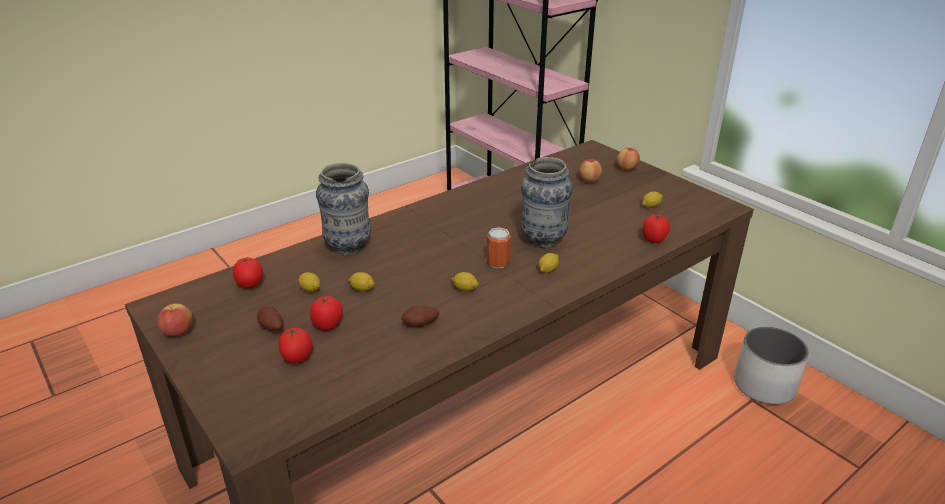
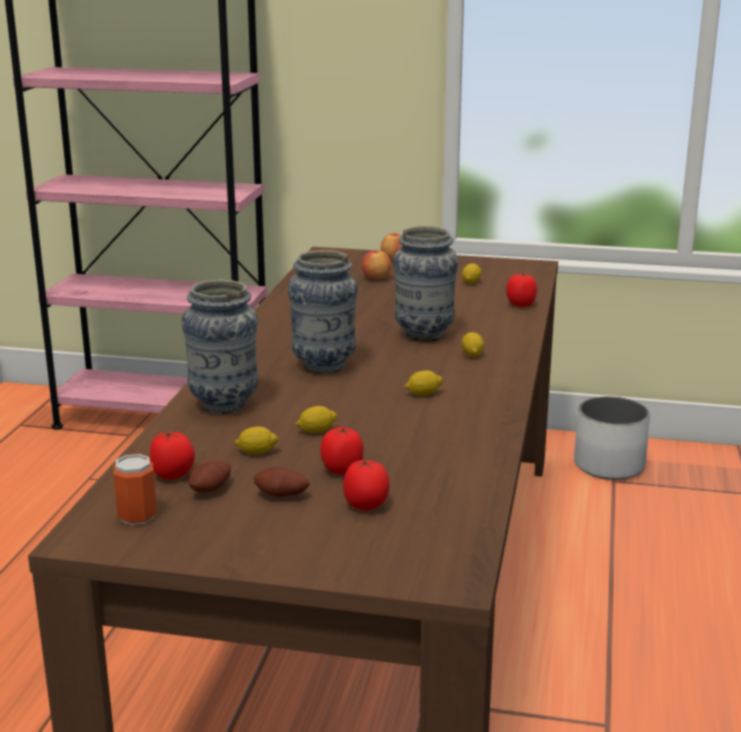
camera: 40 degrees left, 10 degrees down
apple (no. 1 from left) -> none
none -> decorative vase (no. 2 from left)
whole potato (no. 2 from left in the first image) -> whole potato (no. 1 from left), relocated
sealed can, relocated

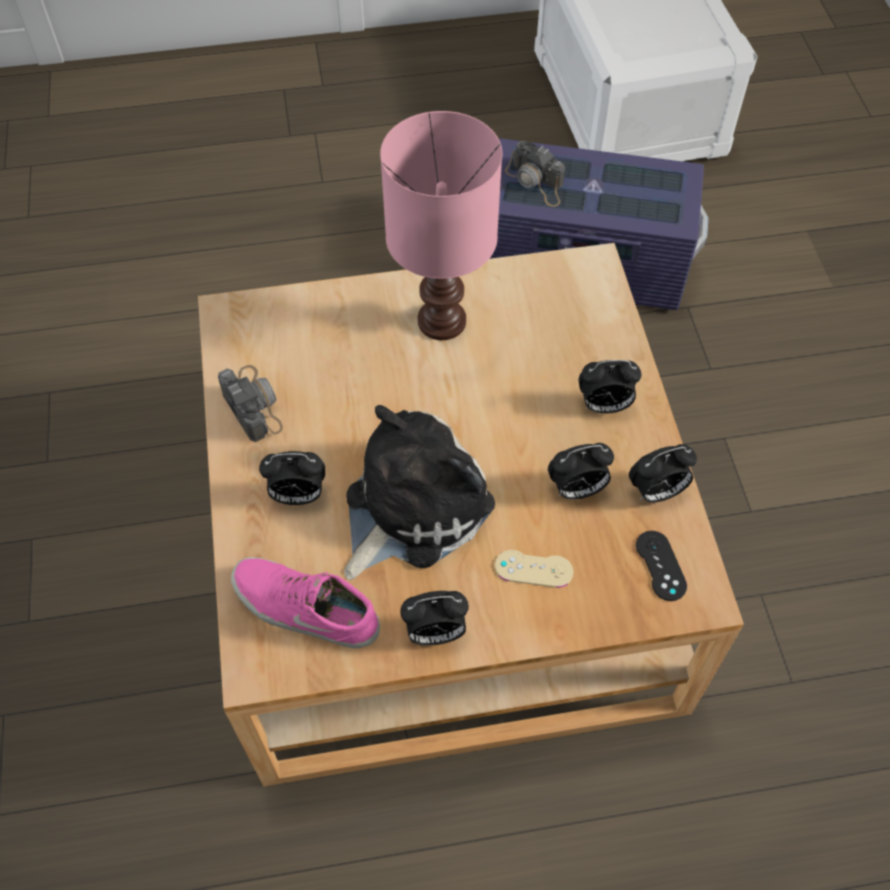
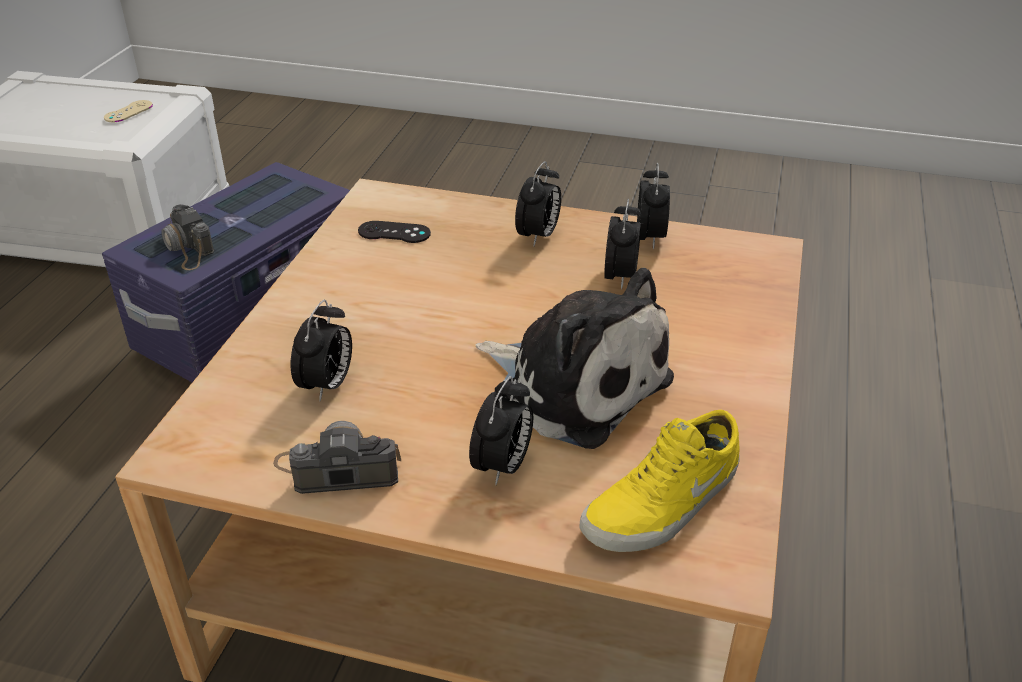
camera: 65 degrees left, 20 degrees down
pink table lamp -> none
table clock (no. 2 from left in the first image) -> table clock (no. 1 from left), relocated
beige joypad, relocated
blackish joypad, relocated
pink item of footwear -> yellow-coloured item of footwear
plush toy, 150 degrees clockwise
photo camera (no. 2 from left in the first image) -> photo camera (no. 1 from left), 75 degrees clockwise

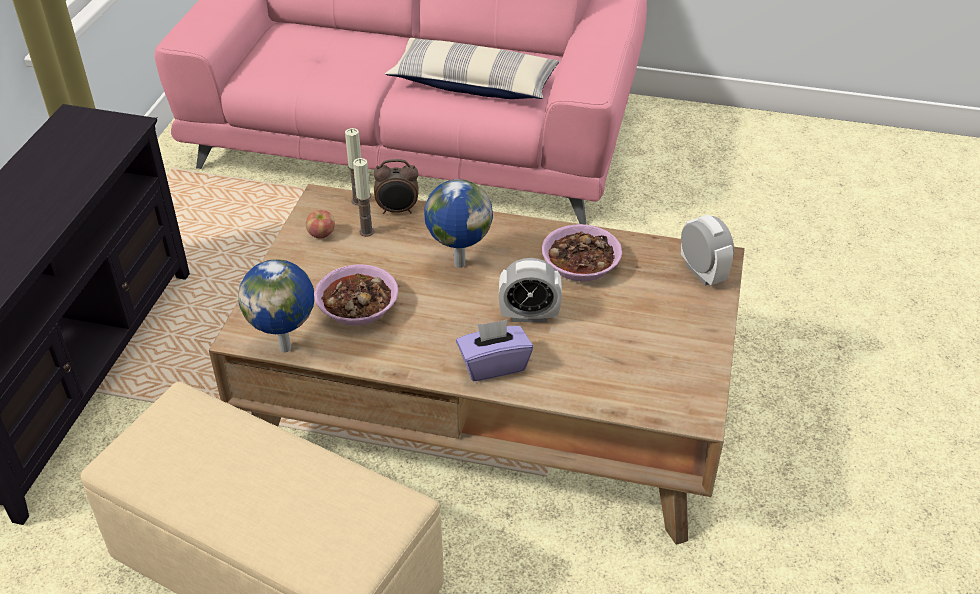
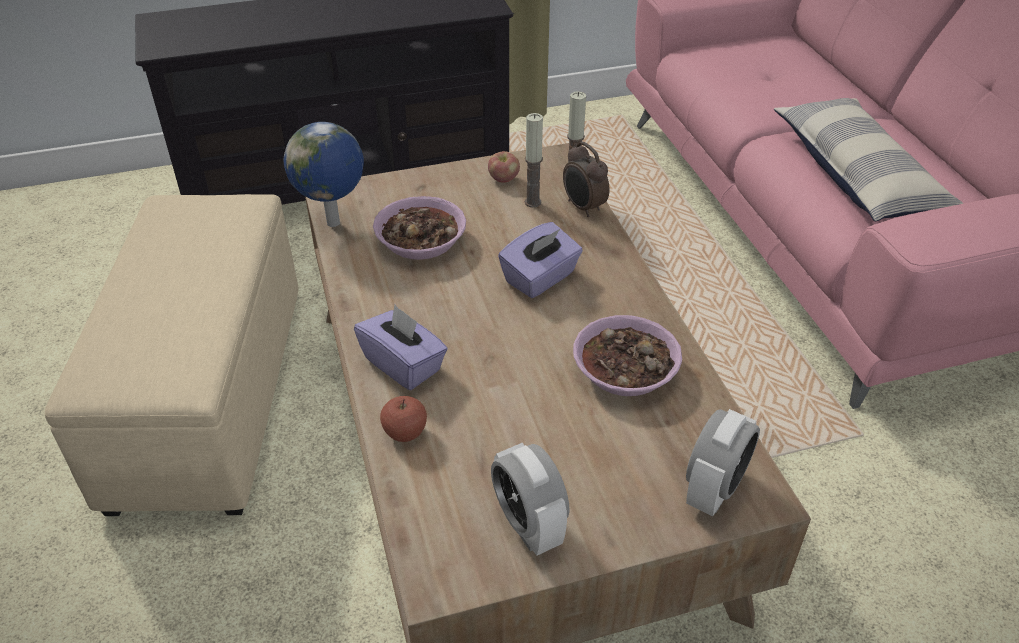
camera: 60 degrees right, 0 degrees up
none -> apple (no. 1 from left)
table clock (no. 2 from left in the first image) -> table clock (no. 1 from left), relocated
desk globe (no. 2 from left) -> purplish tissue holder (no. 2 from left)

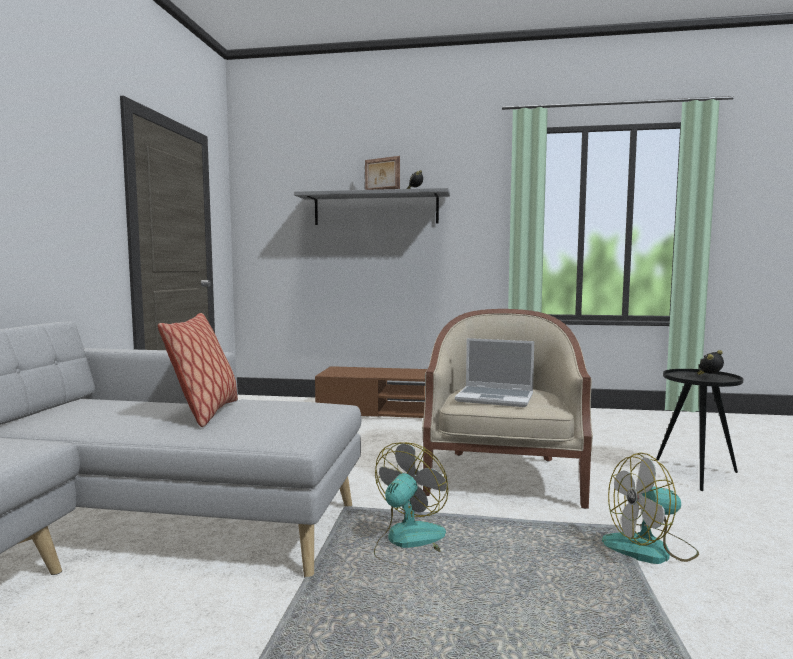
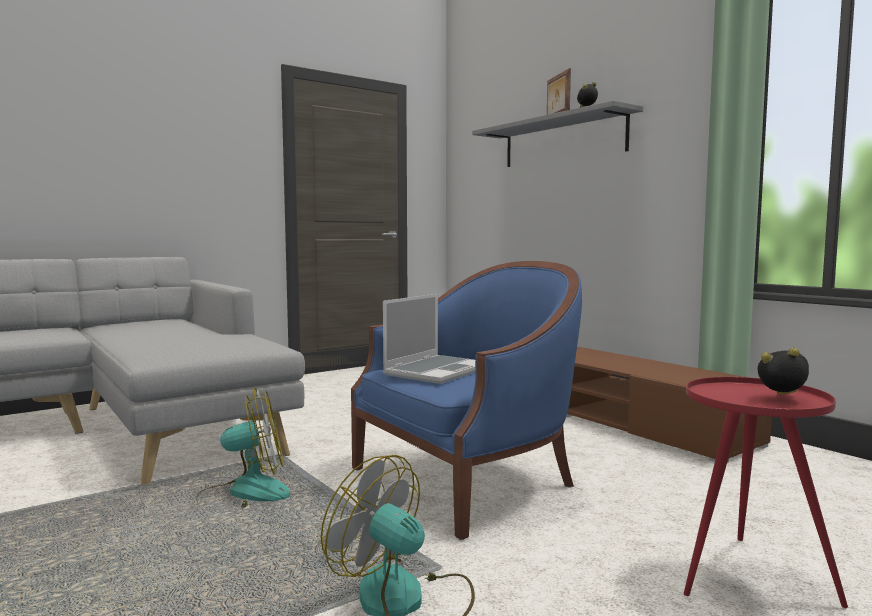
camera: 45 degrees right, 0 degrees up
throw pillow -> none
beige easy chair -> bluish easy chair
blackish side table -> reddish side table
notebook computer, 120 degrees counterclockwise

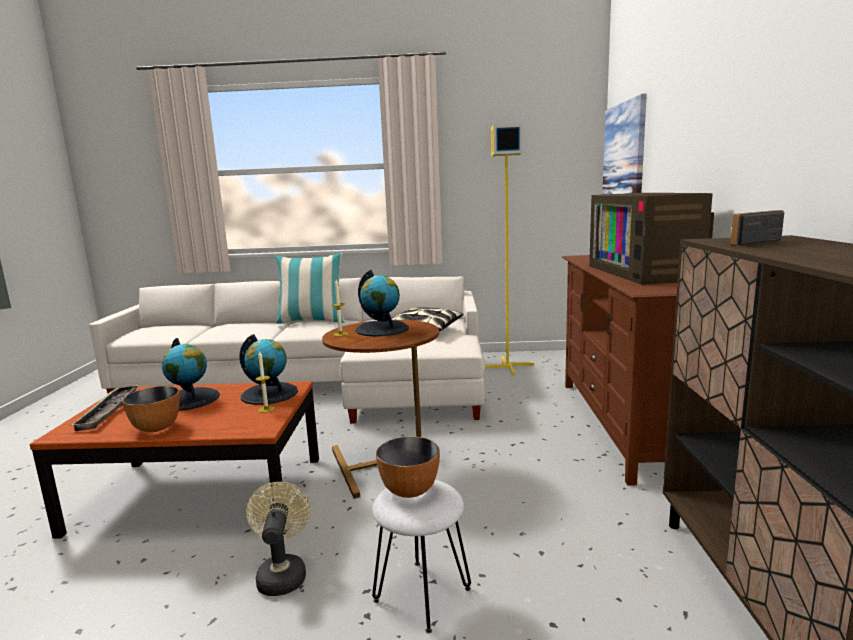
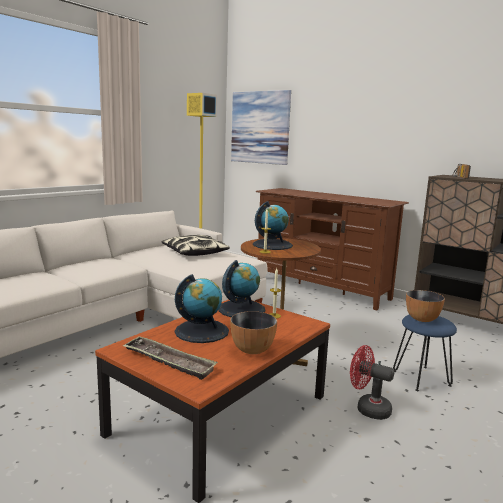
camera: 55 degrees left, 0 degrees up
throw pillow (no. 1 from left) -> none
TV -> none
beige electric fan -> reddish electric fan
white-coloured stool seat -> bluish stool seat

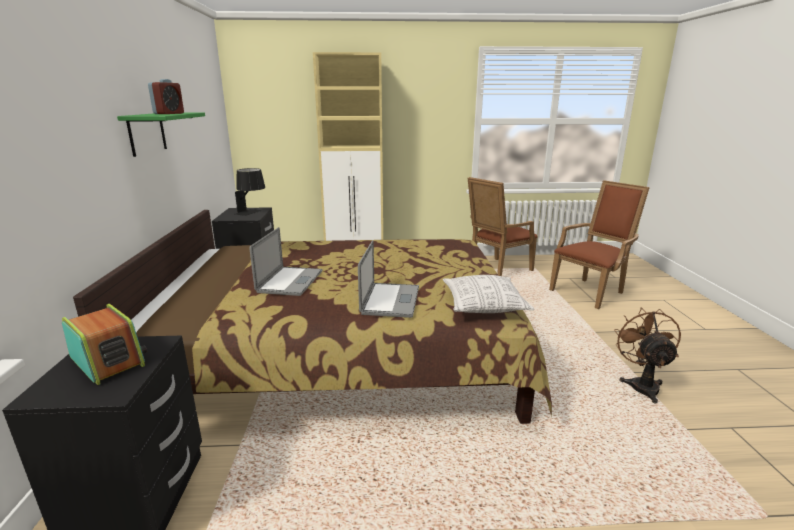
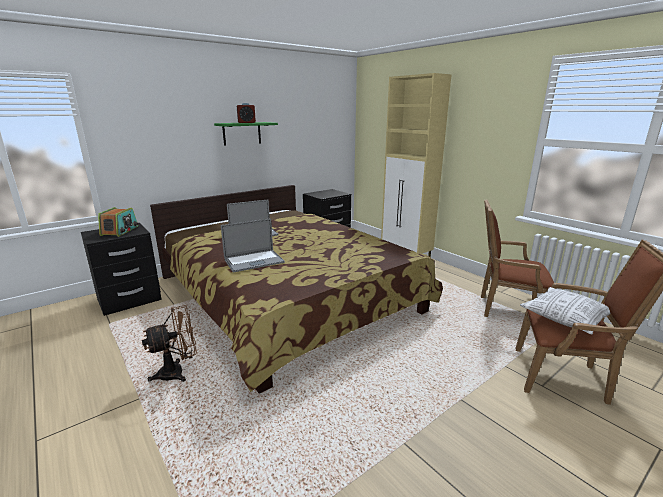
camera: 55 degrees right, 0 degrees up
blackish table lamp -> none
throw pillow, relocated
brown-coloured electric fan, relocated

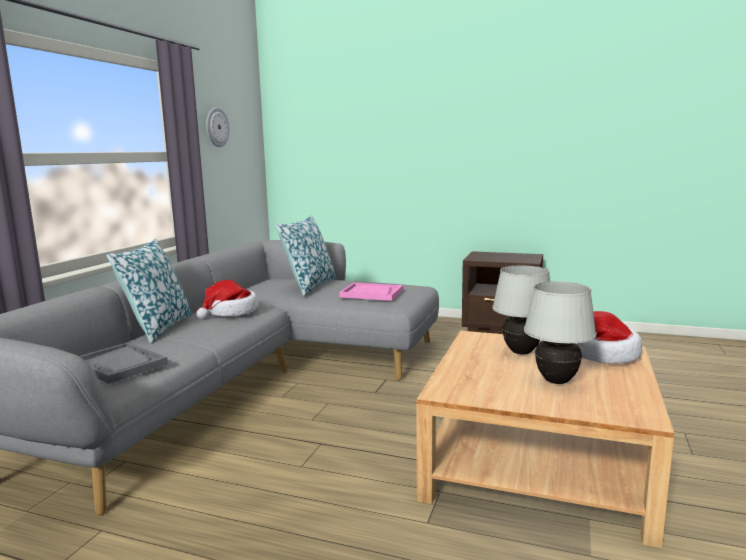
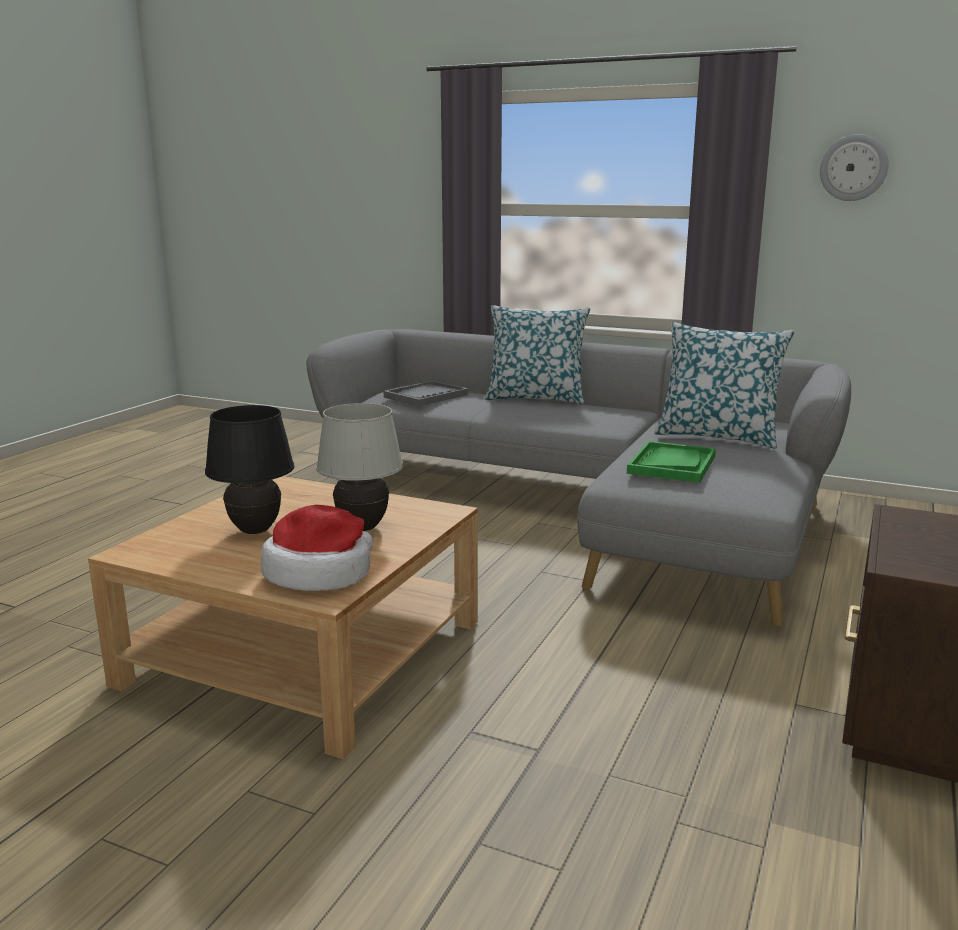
camera: 95 degrees right, 5 degrees up
clothing hat (no. 1 from left) -> none
pink tray -> greenish tray
white-coloured table lamp (no. 2 from left) -> blackish table lamp

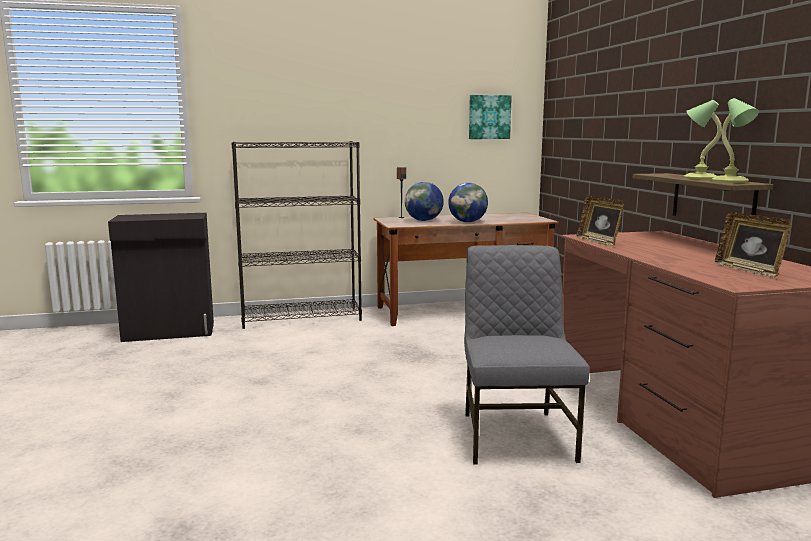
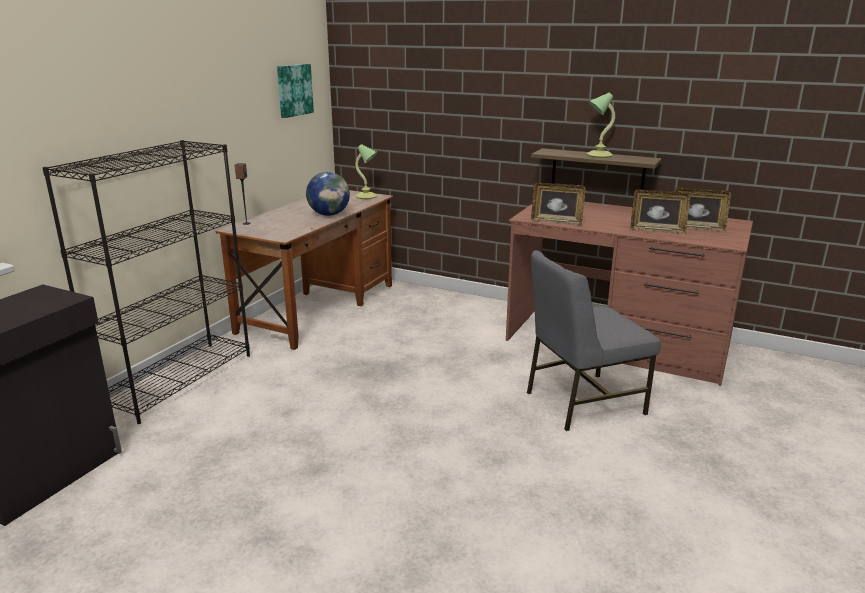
camera: 50 degrees left, 10 degrees up
desk globe (no. 1 from left) -> none
none -> photo frame (no. 2 from left)
table lamp (no. 2 from left in the first image) -> table lamp (no. 1 from left), relocated
gray upright chair, 60 degrees counterclockwise

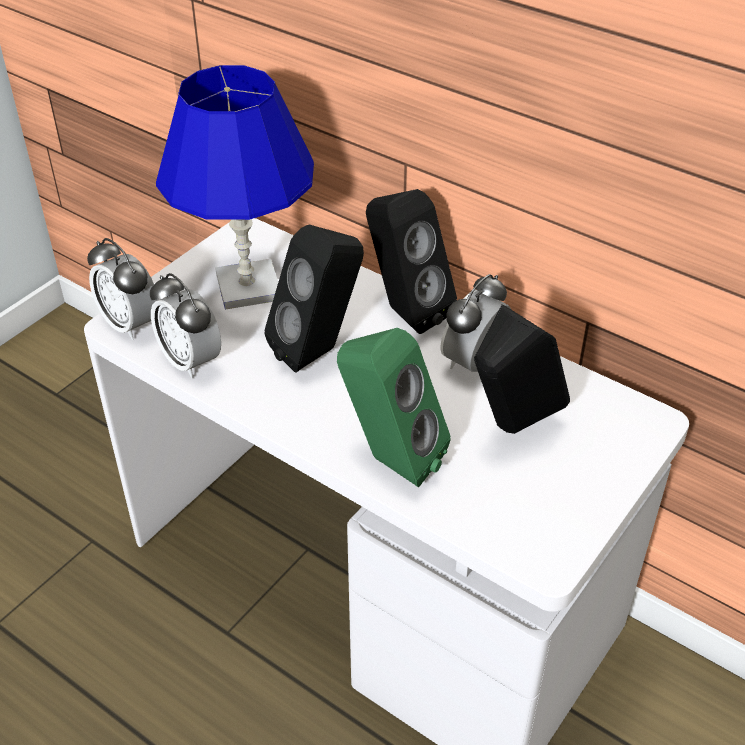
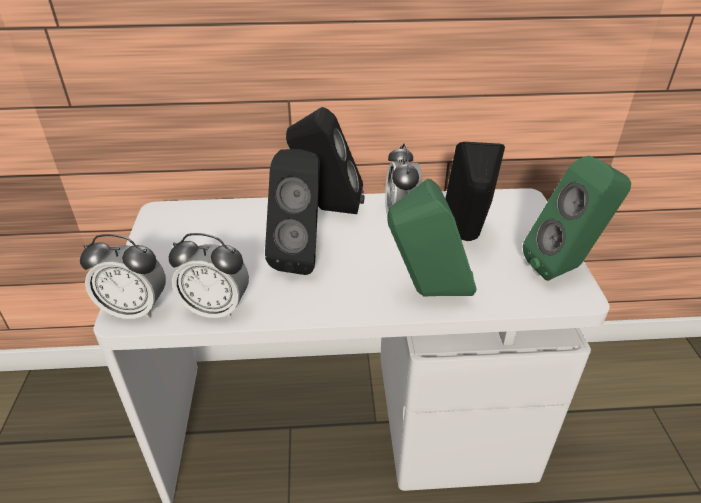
camera: 40 degrees left, 5 degrees down
bluish table lamp -> none
none -> greenish audio speaker (no. 2 from left)

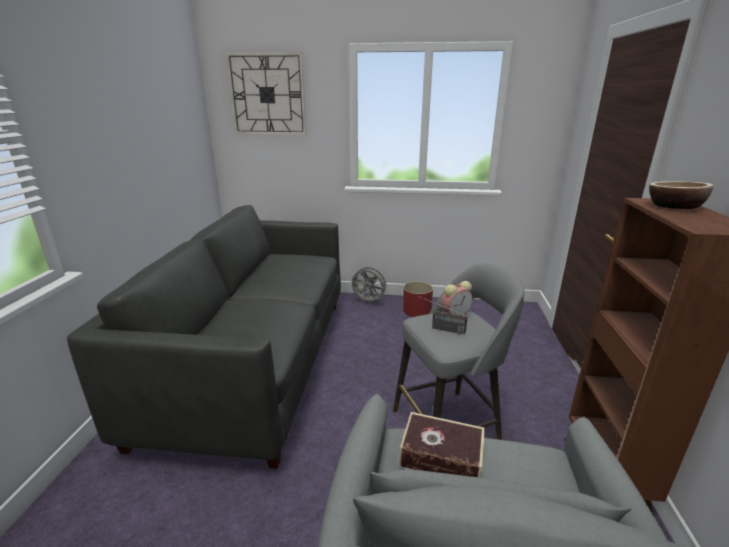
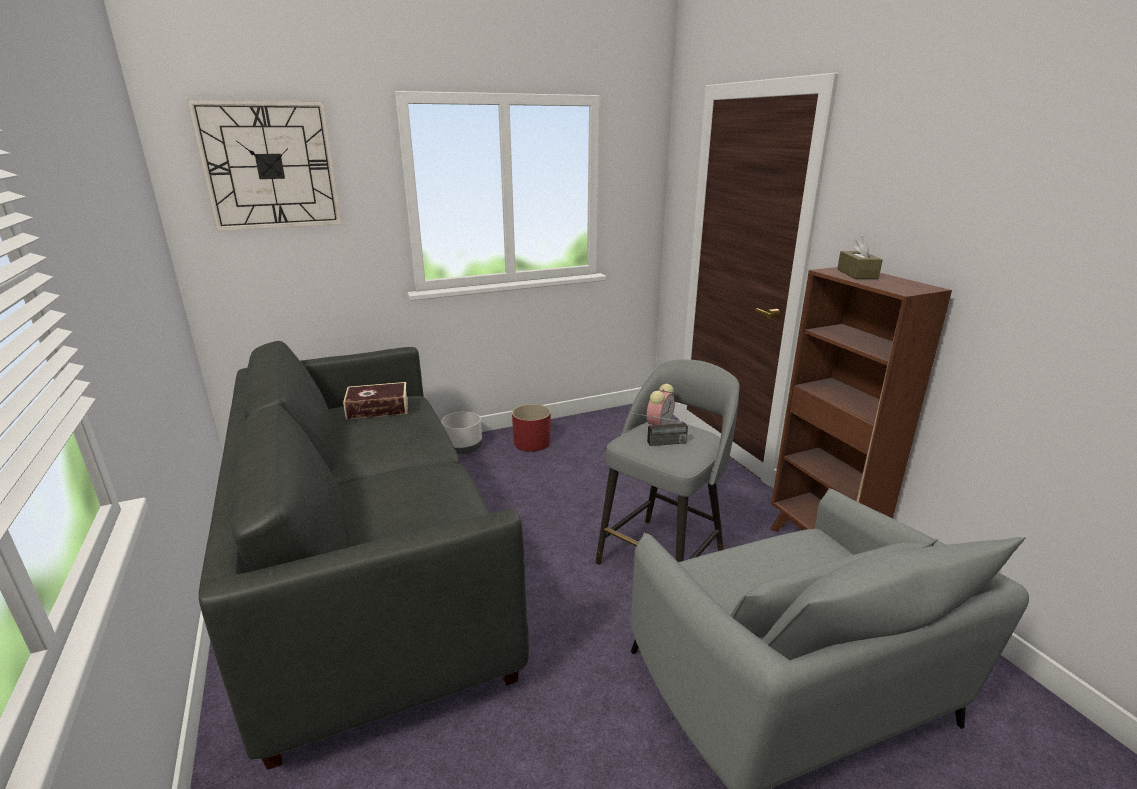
camera: 30 degrees left, 0 degrees up
book, relocated
gray electric fan -> gray plant pot
deep dish -> brown-coloured tissue holder

